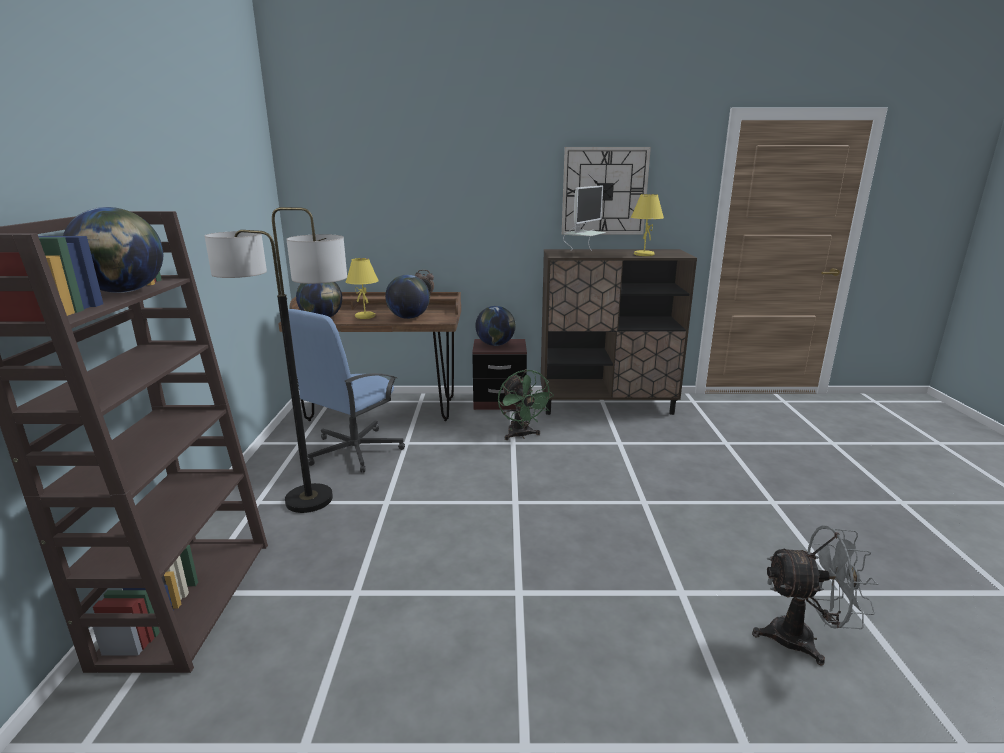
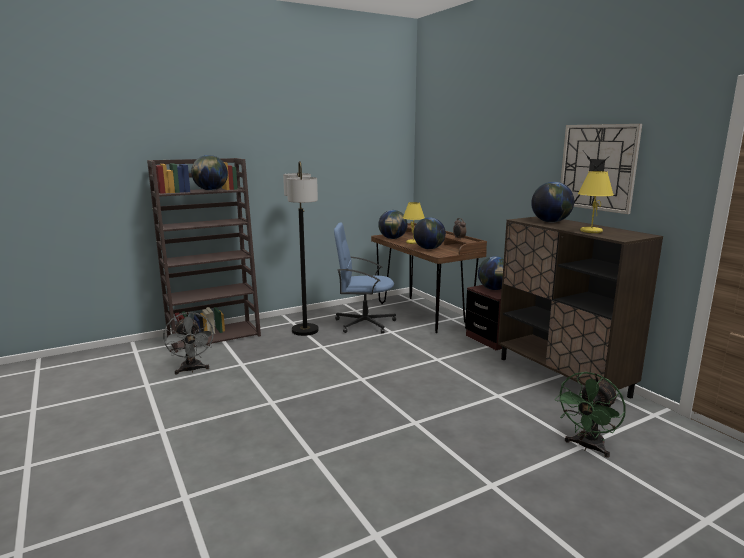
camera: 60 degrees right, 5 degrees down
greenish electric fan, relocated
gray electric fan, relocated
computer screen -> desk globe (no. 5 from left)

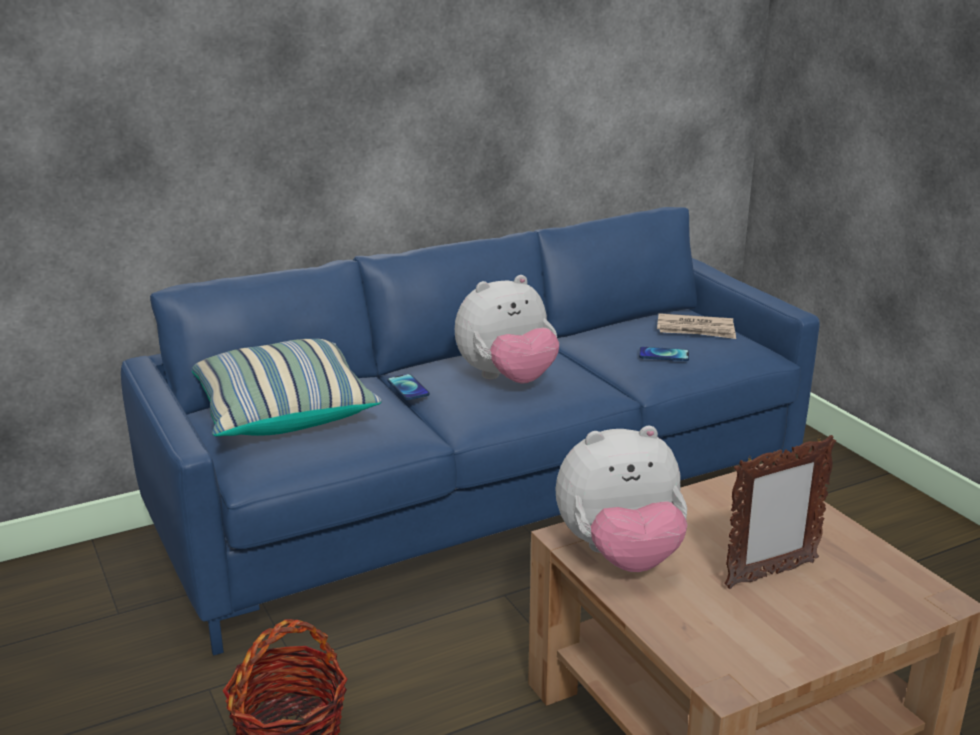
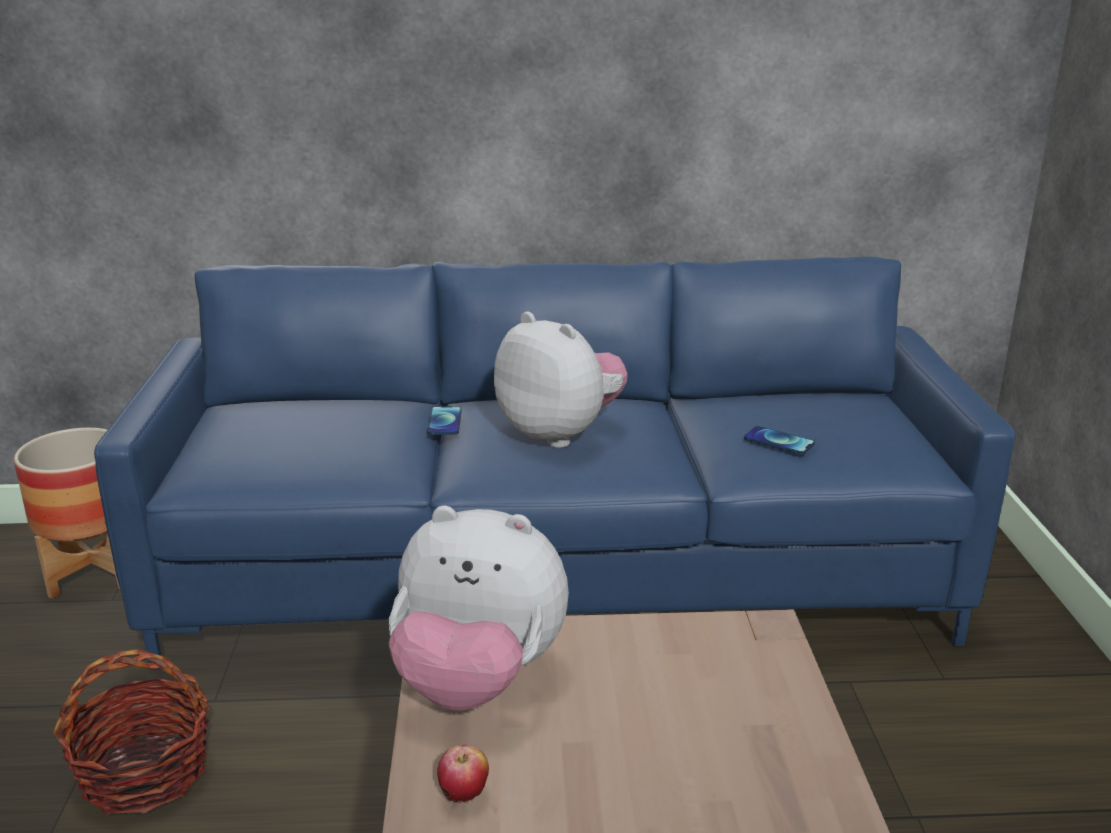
camera: 25 degrees right, 0 degrees up
throw pillow -> none
printed paper -> none
photo frame -> none
none -> plant pot
none -> apple
plush toy (no. 1 from left in the first image) -> plush toy (no. 2 from left), 135 degrees counterclockwise

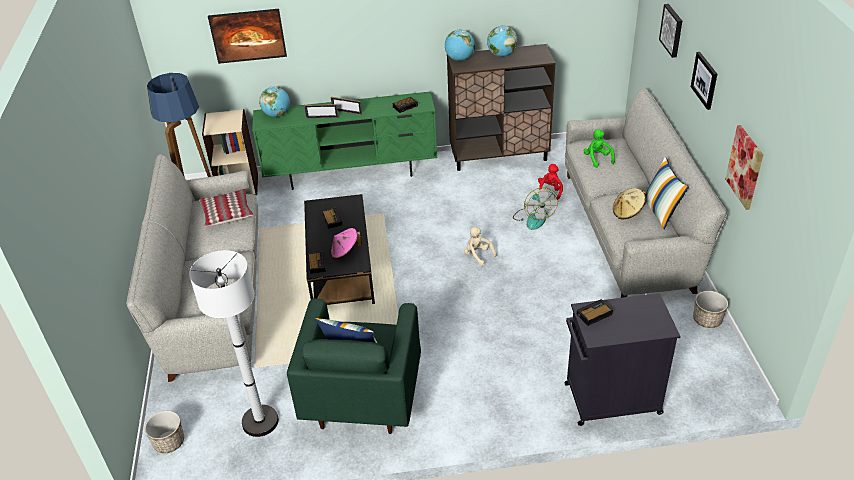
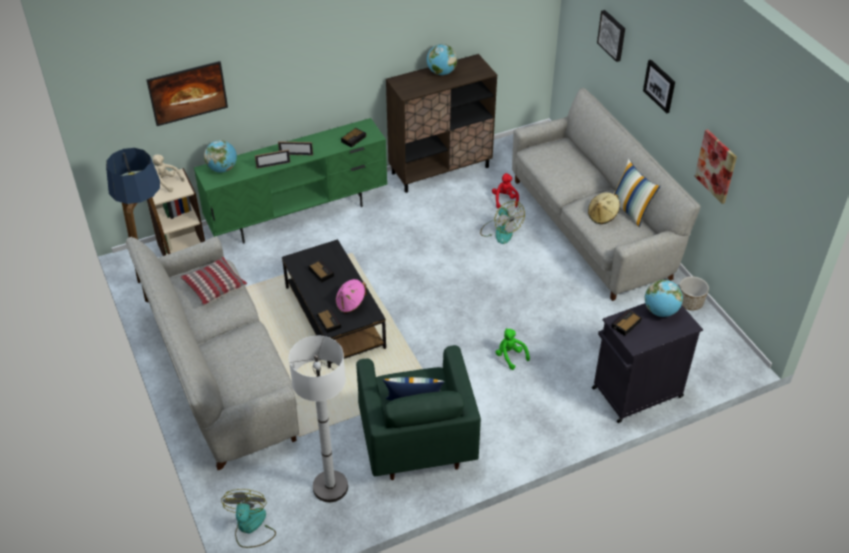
camera: 20 degrees left, 5 degrees up
desk globe (no. 2 from left in the first image) -> desk globe (no. 3 from left), relocated
beige plush toy, relocated
greenish plush toy, relocated
plant pot (no. 1 from left) -> electric fan (no. 1 from left)

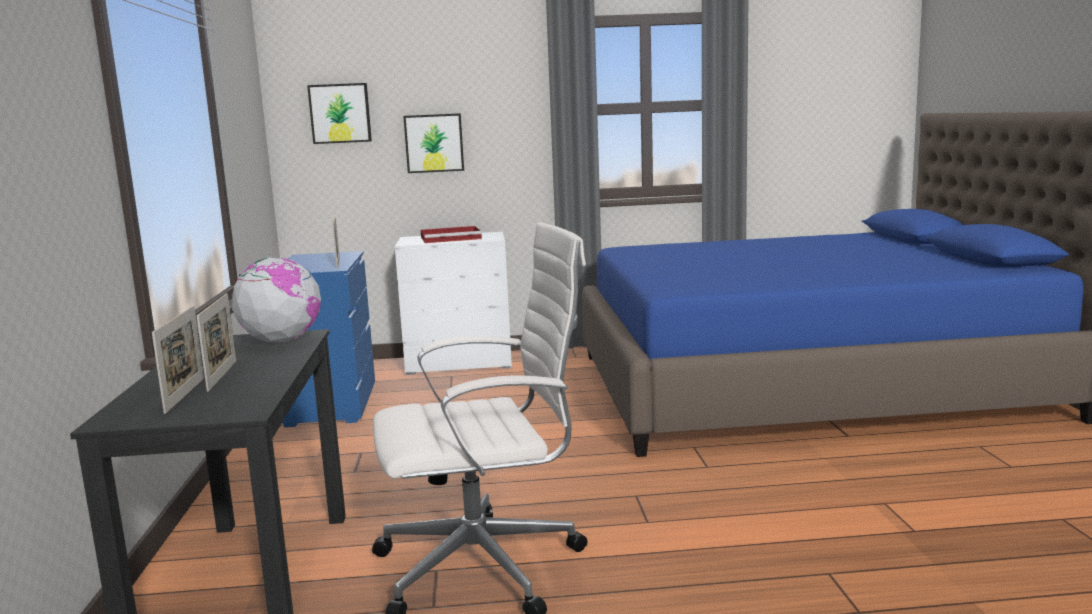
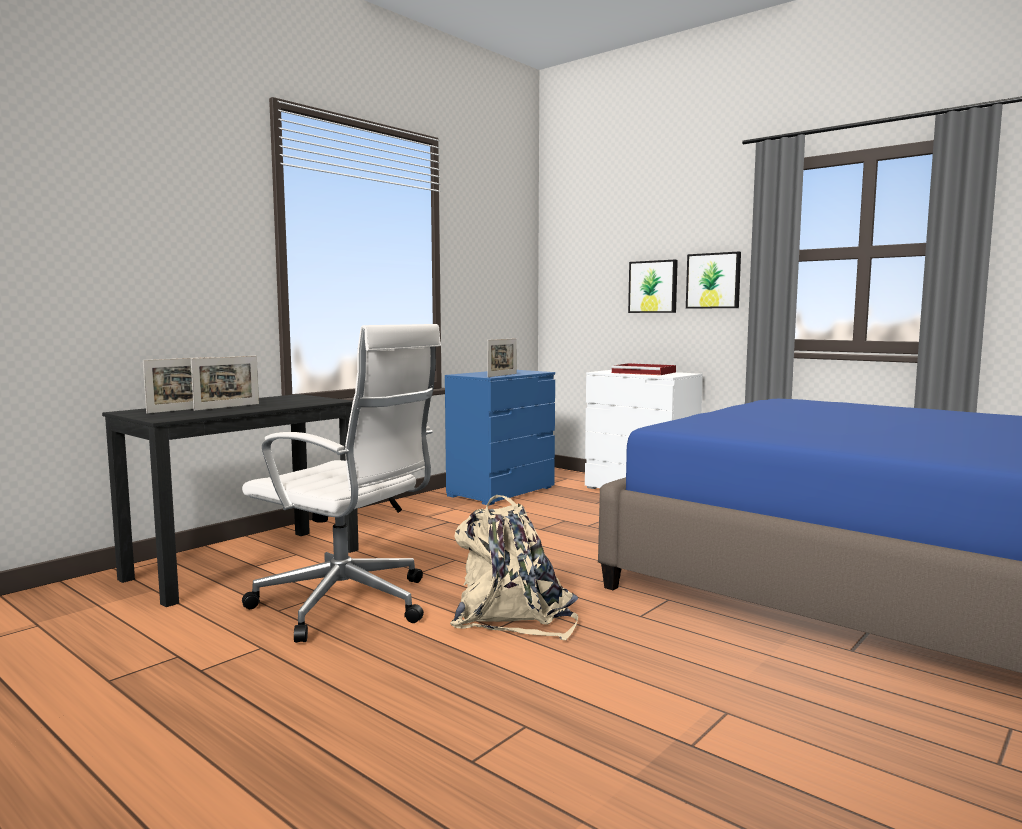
camera: 45 degrees right, 5 degrees down
desk globe -> none
none -> beige backpack
picture (no. 1 from left in the first image) -> picture (no. 2 from left), relocated

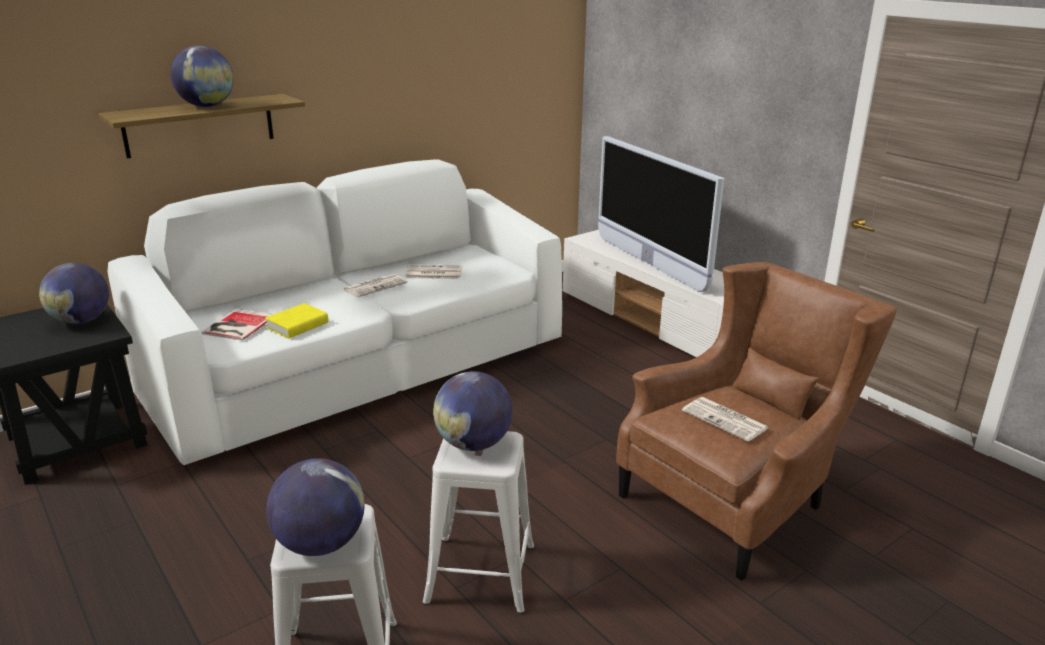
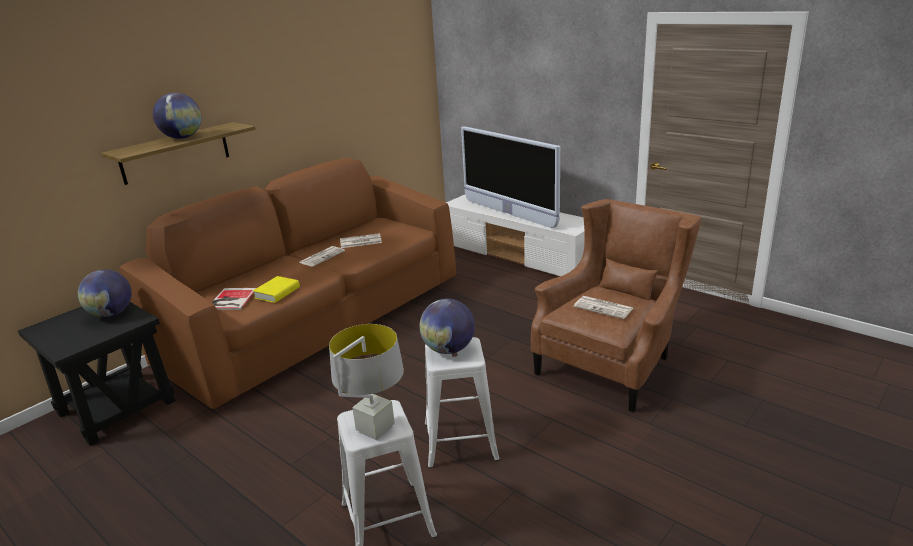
camera: 10 degrees left, 0 degrees up
desk globe (no. 3 from left) -> gray table lamp
white-coloured sofa -> brown-coloured sofa

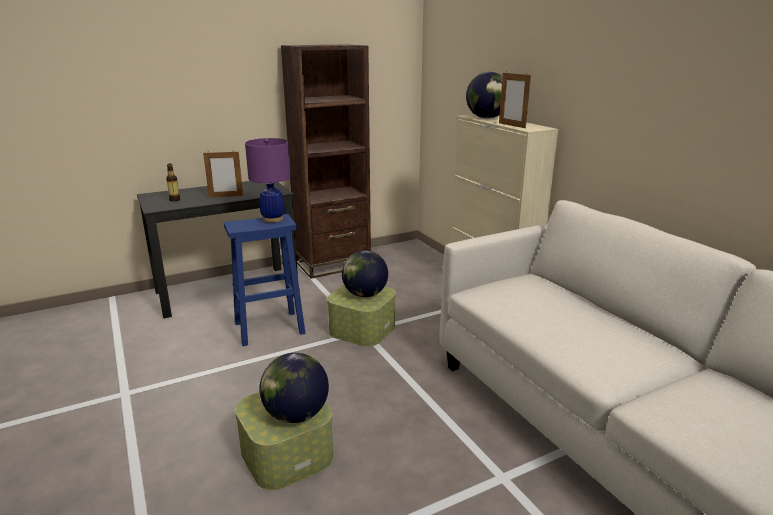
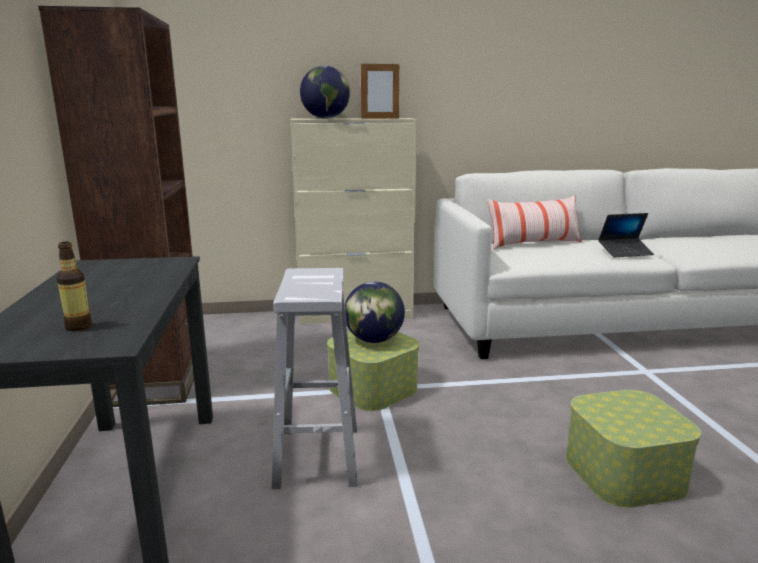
camera: 70 degrees left, 5 degrees down
photo frame (no. 1 from left) -> none
purplish table lamp -> none
desk globe (no. 1 from left) -> none
none -> throw pillow
none -> notebook computer
bluish stool seat -> white-coloured stool seat

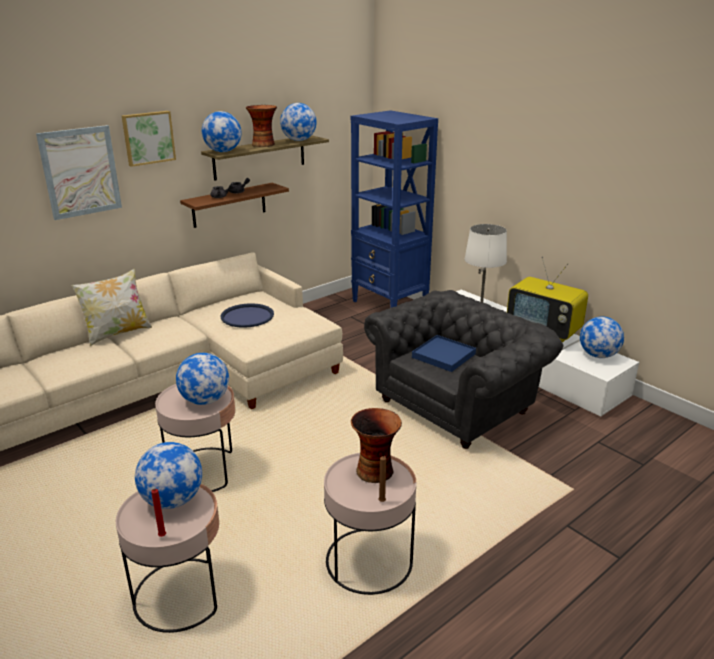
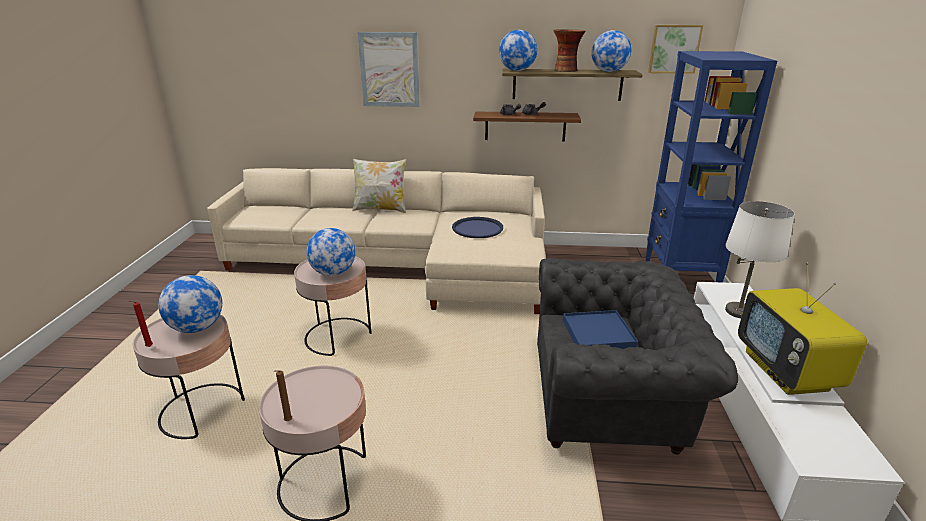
camera: 45 degrees right, 0 degrees up
decorative vase (no. 2 from left) -> none
desk globe (no. 5 from left) -> none
picture (no. 2 from left), relocated

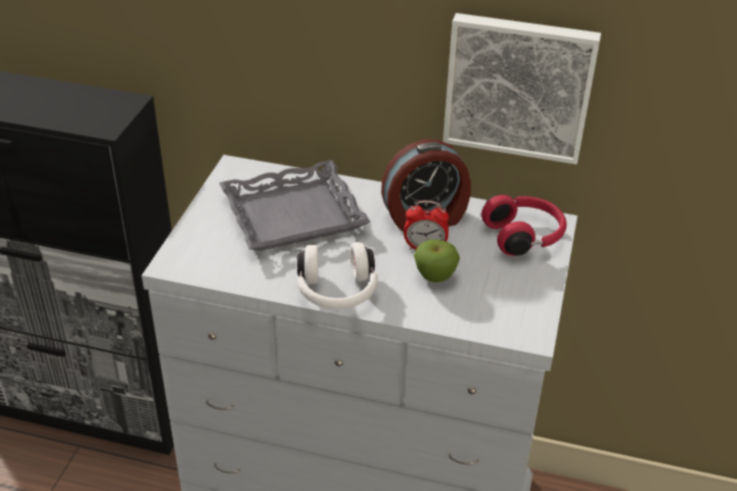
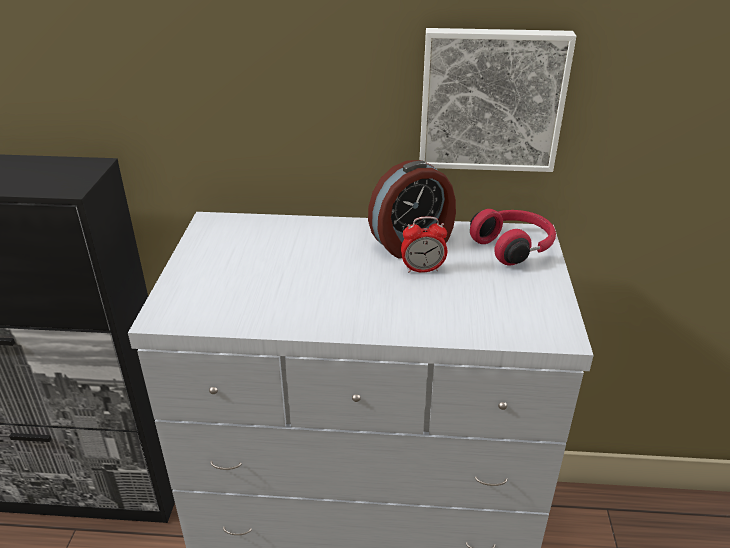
camera: 10 degrees left, 5 degrees down
gray tray -> none
white-coloured headset -> none
apple -> none

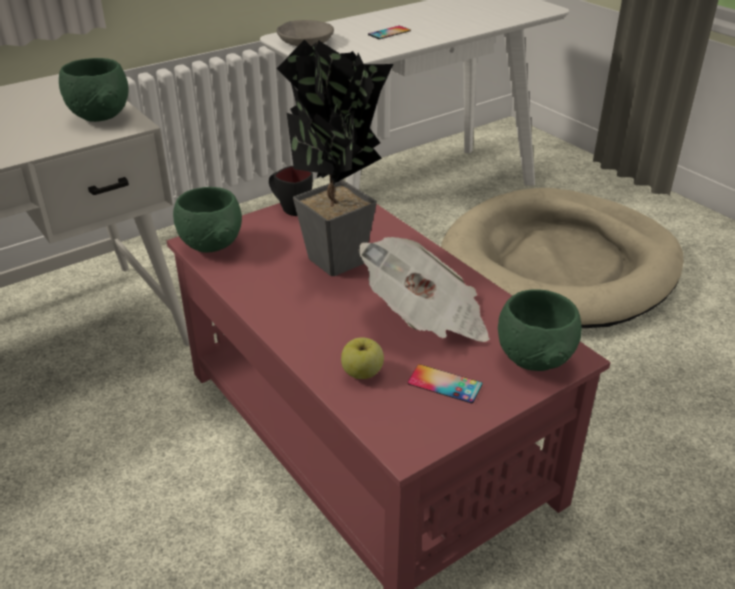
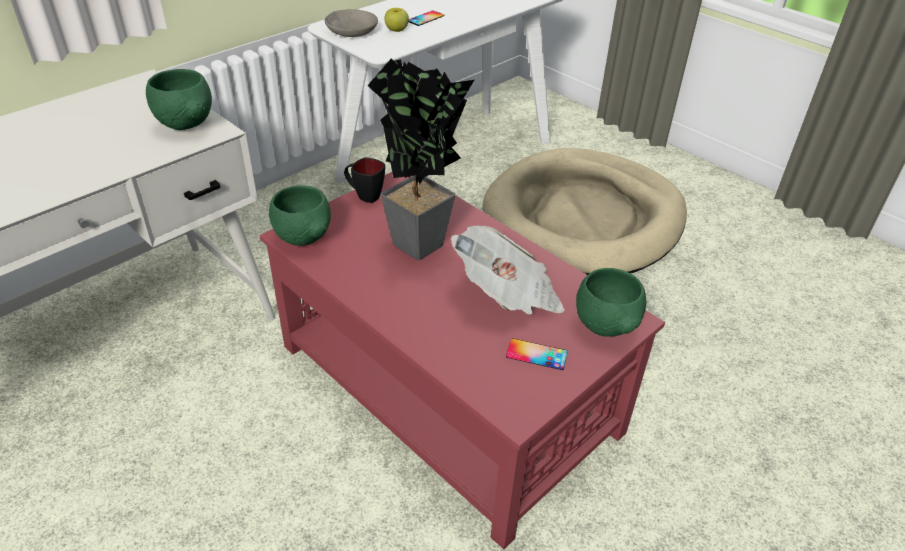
camera: 10 degrees left, 5 degrees up
apple, relocated

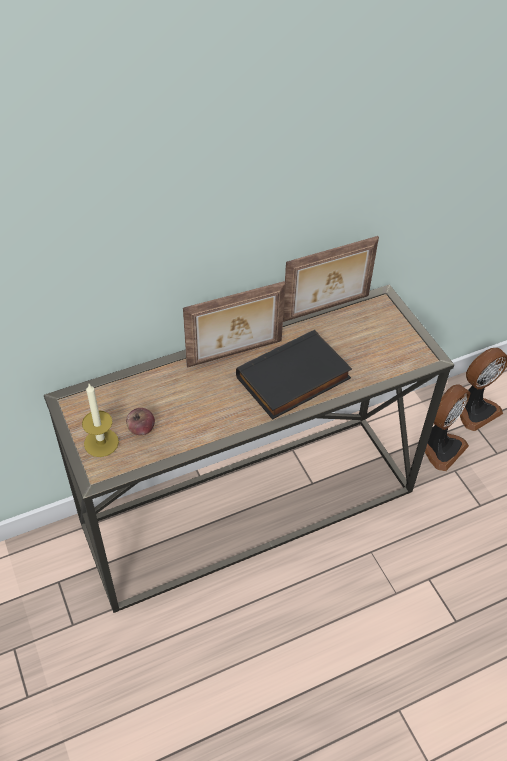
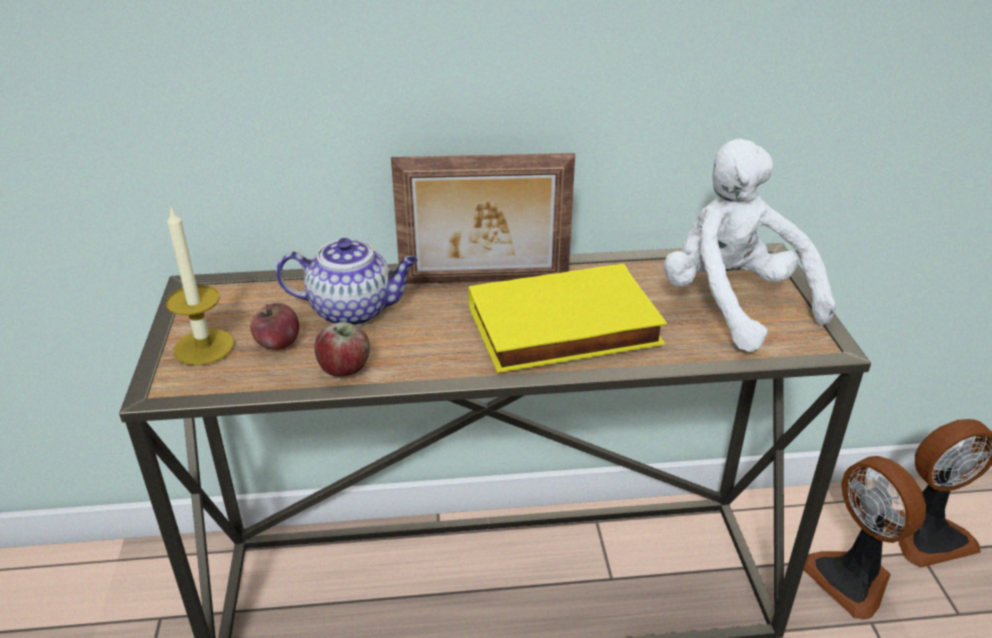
camera: 20 degrees right, 15 degrees down
photo frame (no. 2 from left) -> none
none -> tea pot
none -> apple (no. 2 from left)
none -> white-coloured plush toy
blackish book -> yellow-coloured book
electric fan (no. 1 from left), 90 degrees clockwise

